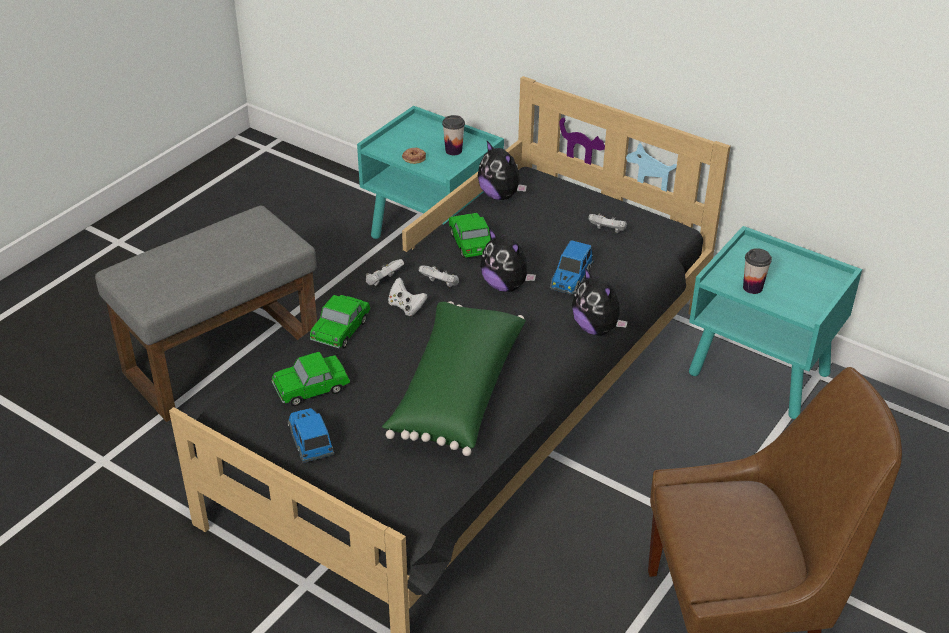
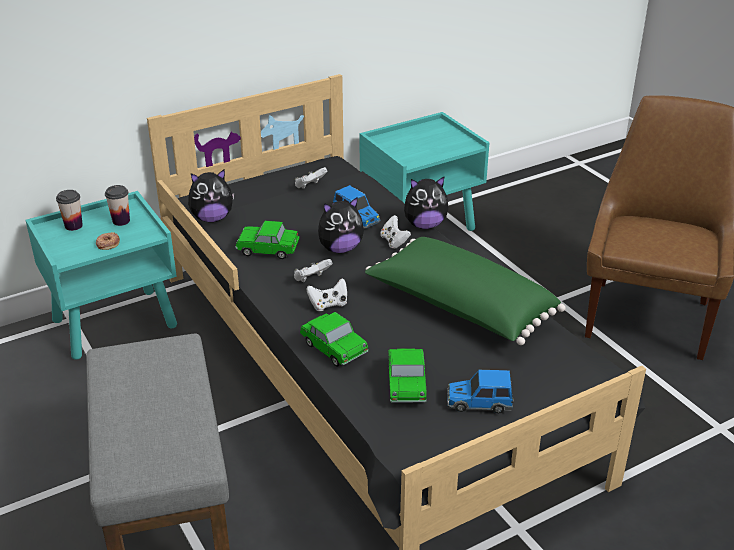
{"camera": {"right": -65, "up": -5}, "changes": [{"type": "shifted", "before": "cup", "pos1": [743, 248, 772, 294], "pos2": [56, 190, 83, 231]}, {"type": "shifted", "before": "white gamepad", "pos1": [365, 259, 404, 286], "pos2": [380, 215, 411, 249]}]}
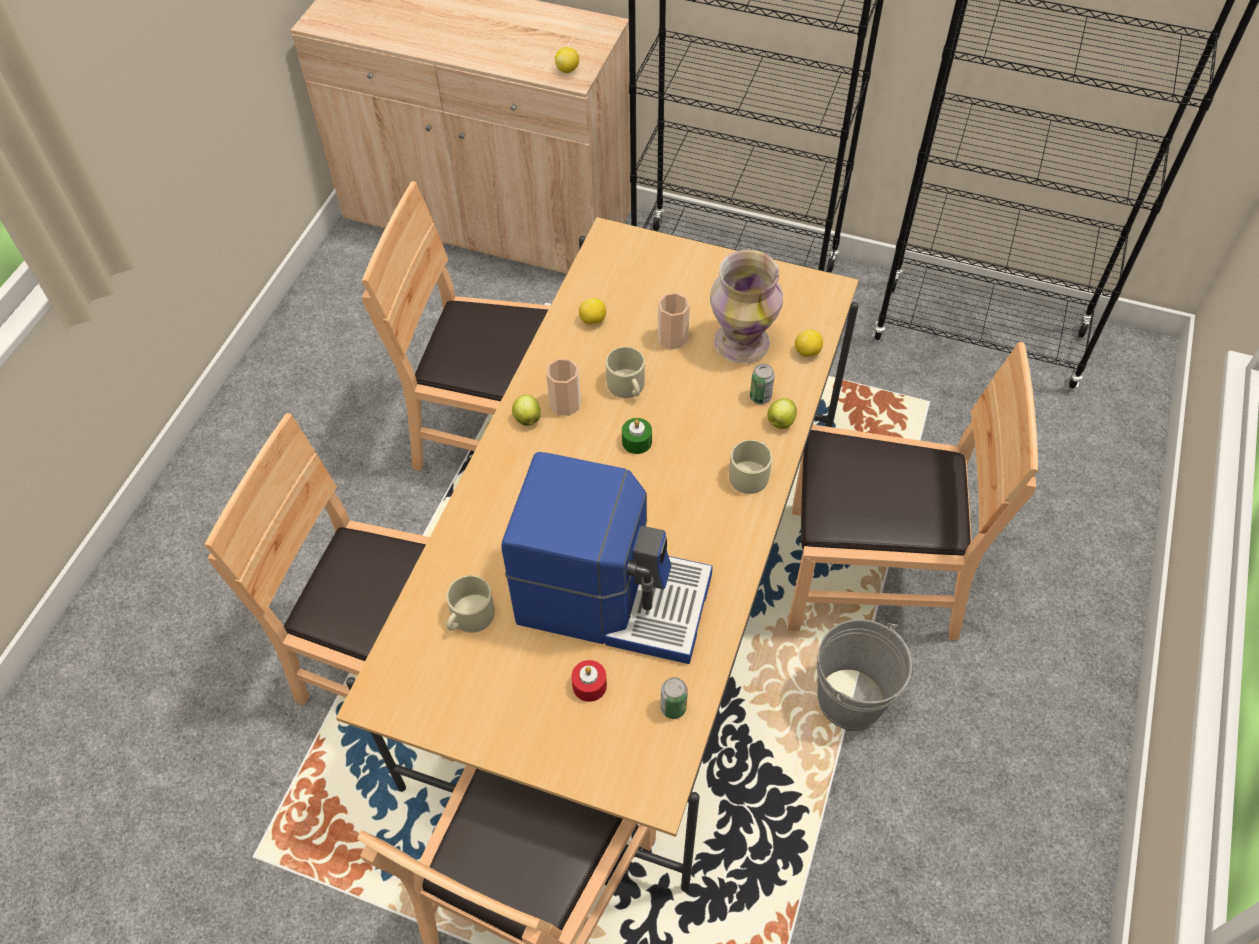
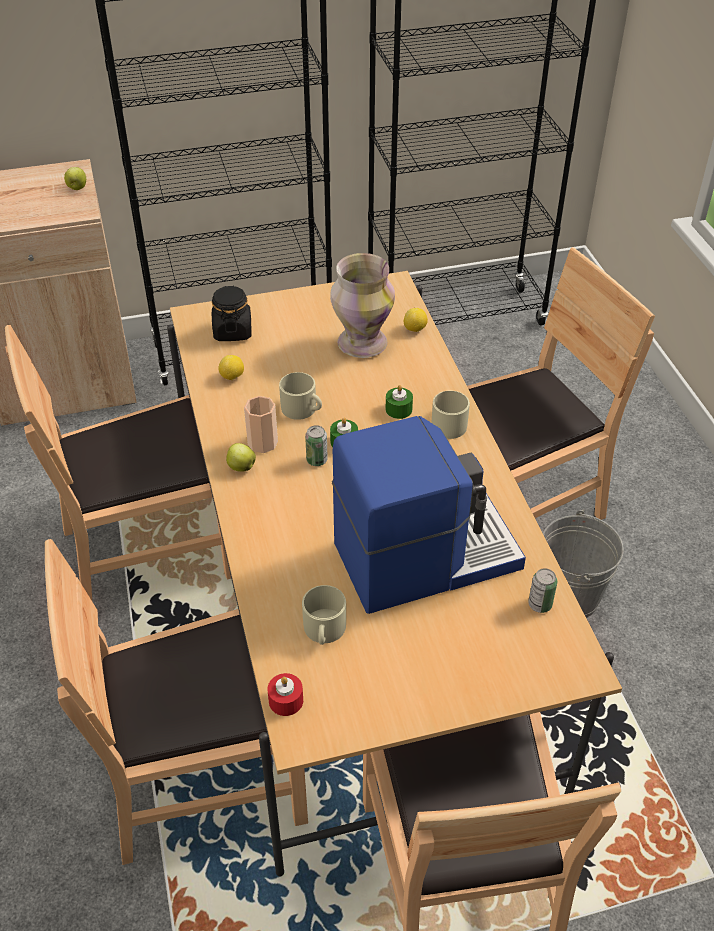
{"camera": {"right": -35, "up": -10}, "changes": [{"type": "gone", "before": "lemon", "pos1": [555, 47, 579, 73]}, {"type": "gone", "before": "cup", "pos1": [658, 292, 690, 350]}, {"type": "shifted", "before": "metal can", "pos1": [750, 364, 775, 404], "pos2": [305, 425, 328, 466]}, {"type": "shifted", "before": "apple fruit", "pos1": [767, 398, 797, 429], "pos2": [64, 167, 86, 190]}, {"type": "shifted", "before": "reddish wax candle", "pos1": [571, 660, 607, 702], "pos2": [268, 673, 303, 716]}, {"type": "new", "after": "blackish preserve jar", "pos2": [212, 285, 252, 341]}, {"type": "new", "after": "green-coloured wax candle", "pos2": [386, 385, 413, 419]}]}
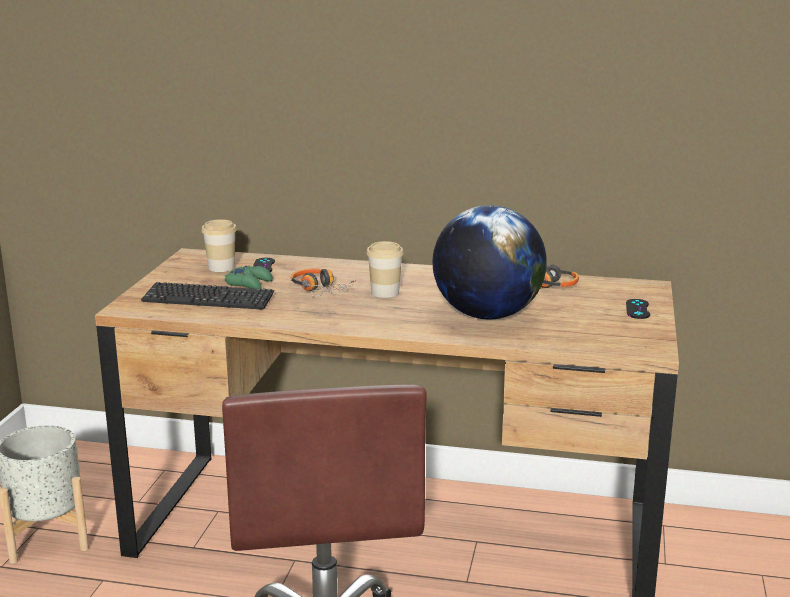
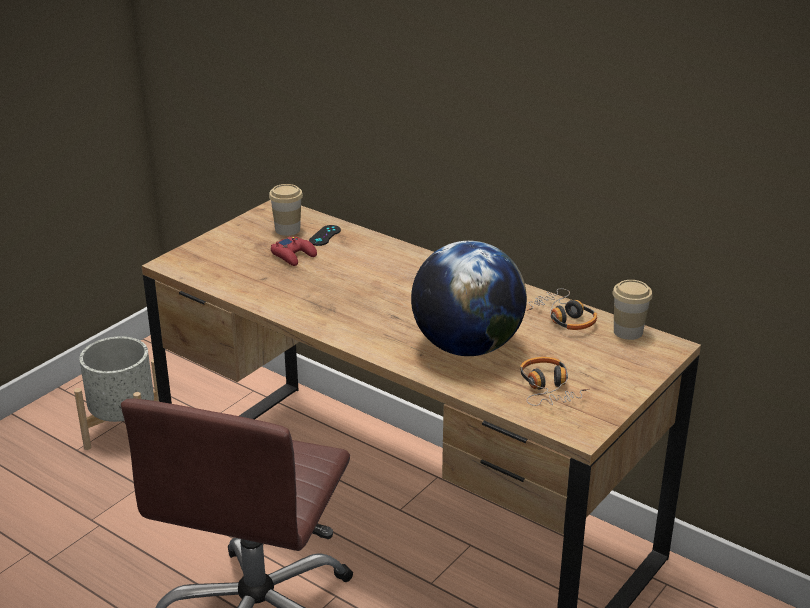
{"camera": {"right": 25, "up": 10}, "changes": [{"type": "shifted", "before": "cup", "pos1": [366, 241, 404, 298], "pos2": [612, 280, 652, 340]}, {"type": "repainted", "before": "green-coloured gamepad", "after": "reddish gamepad", "pos1": [224, 265, 273, 289], "pos2": [271, 237, 317, 266]}, {"type": "shifted", "before": "pair of headphones", "pos1": [290, 268, 356, 296], "pos2": [520, 357, 590, 406]}, {"type": "gone", "before": "computer keyboard", "pos1": [141, 282, 274, 310]}, {"type": "gone", "before": "blackish gamepad", "pos1": [626, 299, 650, 319]}]}
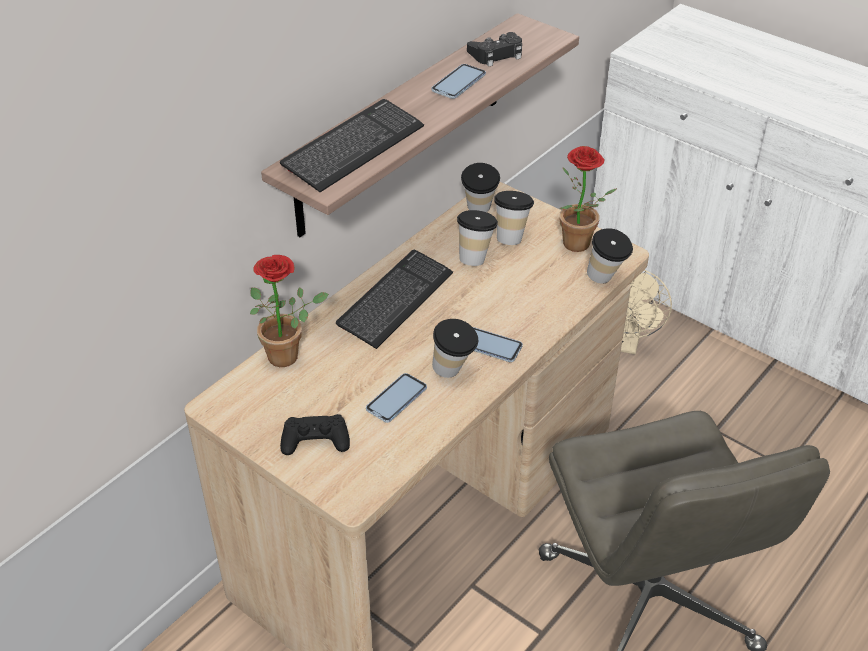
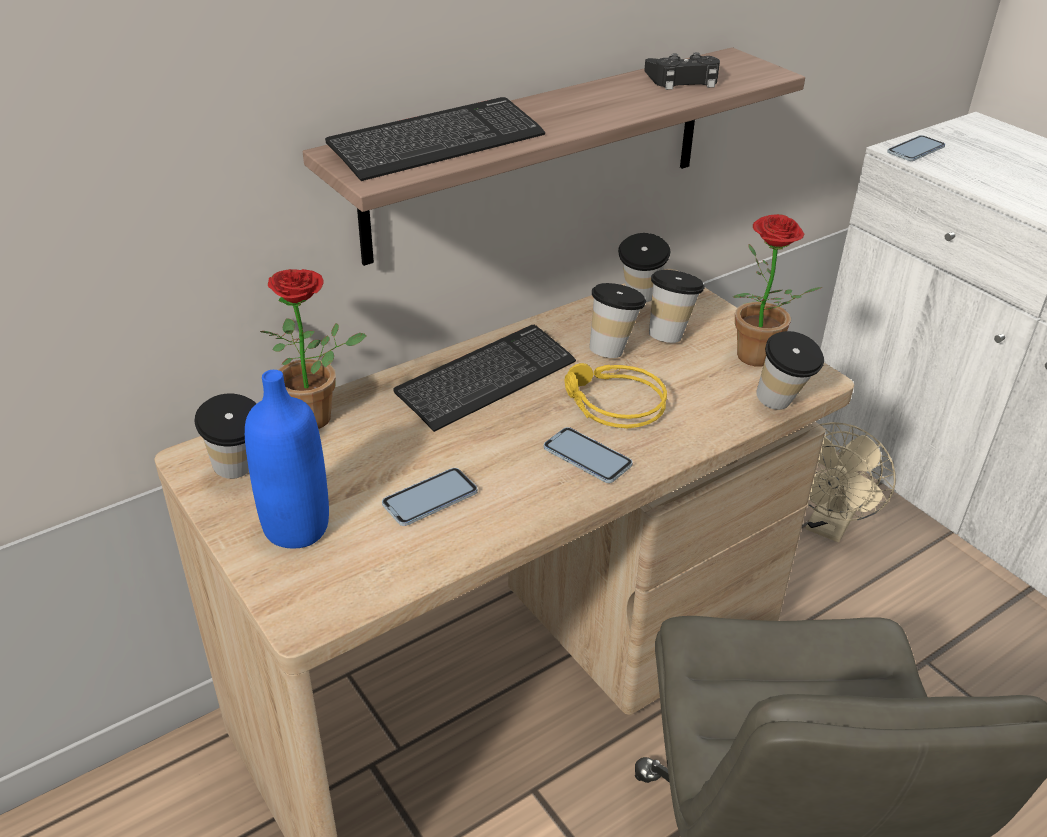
{"camera": {"right": 15, "up": -5}, "changes": [{"type": "shifted", "before": "telephone", "pos1": [431, 64, 486, 99], "pos2": [887, 135, 945, 161]}, {"type": "shifted", "before": "cup", "pos1": [432, 319, 478, 378], "pos2": [194, 393, 257, 479]}, {"type": "swapped", "before": "blackish gamepad", "after": "blue-coloured beverage bottle", "pos1": [280, 414, 350, 455], "pos2": [245, 370, 329, 549]}, {"type": "new", "after": "yellow pair of headphones", "pos2": [564, 363, 667, 428]}]}
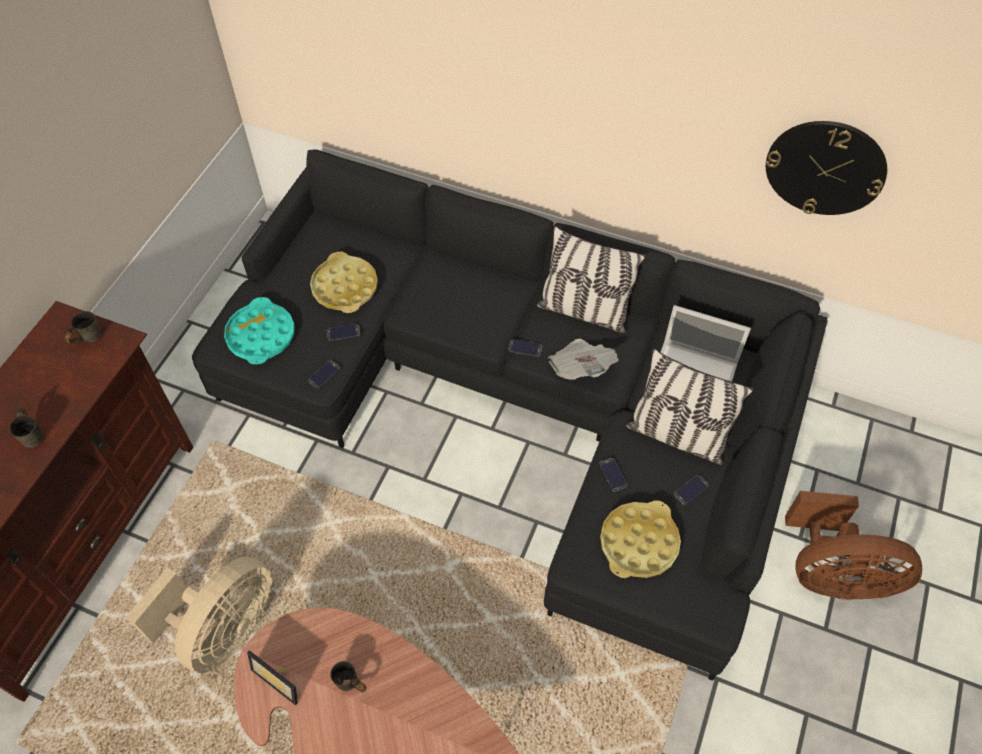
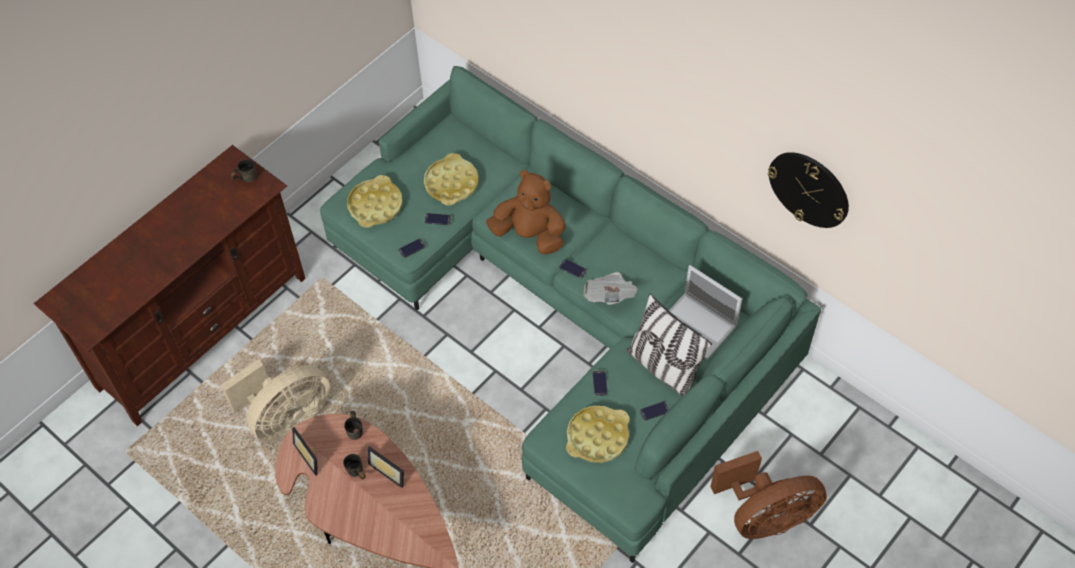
{"camera": {"right": 20, "up": 0}, "changes": [{"type": "repainted", "before": "blackish settee", "after": "green-coloured settee", "pos1": [192, 149, 828, 681], "pos2": [320, 66, 821, 563]}, {"type": "gone", "before": "pillow", "pos1": [537, 226, 646, 333]}, {"type": "repainted", "before": "turquoise tray", "after": "yellow tray", "pos1": [224, 297, 294, 364], "pos2": [347, 175, 402, 228]}, {"type": "shifted", "before": "grey coffee mug", "pos1": [10, 408, 43, 448], "pos2": [344, 411, 363, 440]}, {"type": "rotated", "before": "brown fan", "pos1": [785, 491, 922, 600], "pos2": [710, 451, 827, 539], "turn": -45}, {"type": "new", "after": "brown plush toy", "pos2": [486, 170, 566, 254]}, {"type": "new", "after": "picture frame", "pos2": [368, 446, 404, 488]}]}
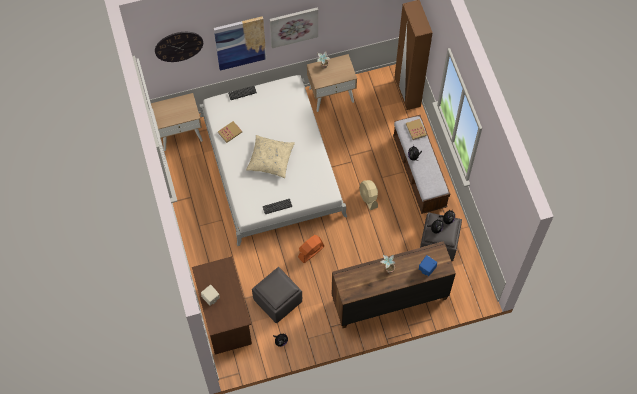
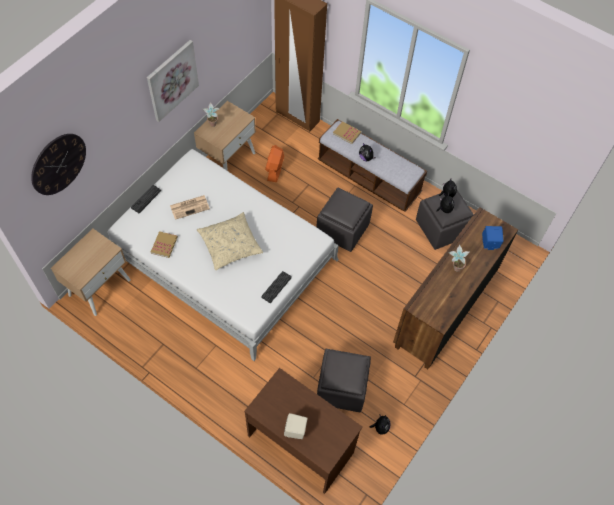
{"camera": {"right": -40, "up": -5}, "changes": [{"type": "gone", "before": "wall art", "pos1": [214, 16, 266, 71]}, {"type": "swapped", "before": "beige fan", "after": "grey footrest", "pos1": [359, 180, 378, 210], "pos2": [317, 188, 373, 252]}, {"type": "shifted", "before": "orange-coloured fan", "pos1": [298, 235, 324, 263], "pos2": [265, 145, 284, 182]}, {"type": "new", "after": "daily paper", "pos2": [170, 195, 210, 220]}]}
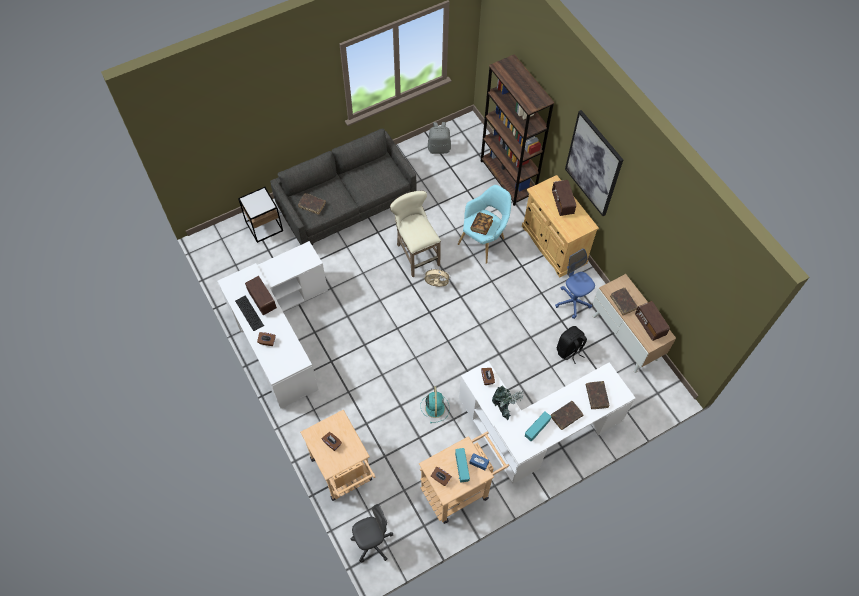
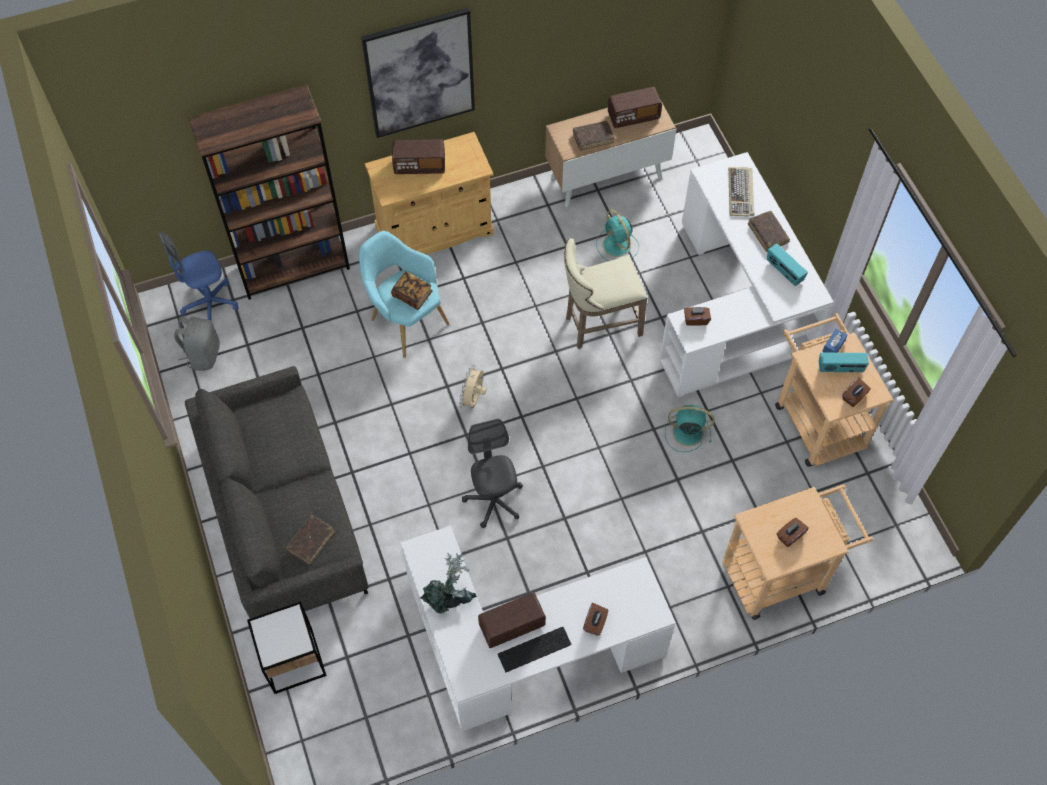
{"camera": {"right": -80, "up": 0}, "changes": [{"type": "shifted", "before": "beige stool", "pos1": [390, 191, 441, 277], "pos2": [564, 238, 648, 349]}, {"type": "shifted", "before": "blue-coloured desk chair", "pos1": [555, 248, 595, 319], "pos2": [159, 232, 239, 320]}, {"type": "swapped", "before": "blackish backpack", "after": "turquoise fan", "pos1": [557, 326, 587, 364], "pos2": [596, 209, 639, 261]}, {"type": "swapped", "before": "brown book", "after": "computer keyboard", "pos1": [586, 381, 609, 409], "pos2": [728, 167, 754, 216]}, {"type": "shifted", "before": "houseplant", "pos1": [492, 385, 524, 420], "pos2": [420, 553, 477, 614]}, {"type": "shifted", "before": "grey desk chair", "pos1": [351, 504, 394, 563], "pos2": [462, 419, 523, 528]}]}
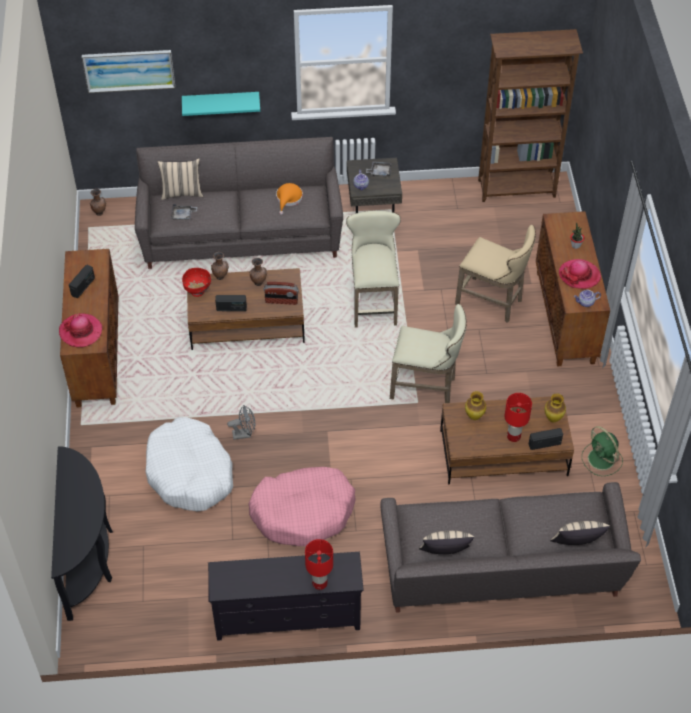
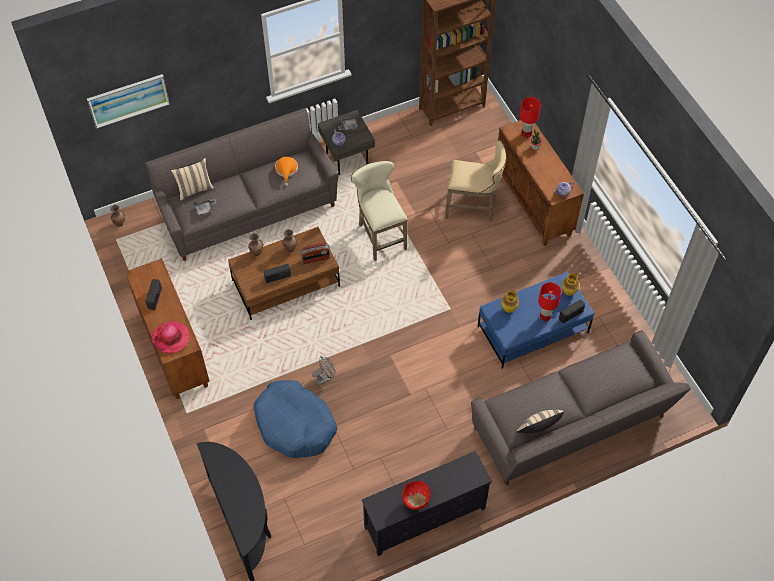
{"camera": {"right": -20, "up": 5}, "changes": [{"type": "gone", "before": "turquoise bracket shelf", "pos1": [182, 92, 260, 116]}, {"type": "gone", "before": "clothing hat", "pos1": [559, 259, 601, 289]}, {"type": "shifted", "before": "reddish deep dish", "pos1": [182, 268, 211, 297], "pos2": [402, 481, 431, 510]}, {"type": "gone", "before": "beige stool", "pos1": [390, 304, 467, 403]}, {"type": "repainted", "before": "brown lounge table", "after": "blue-coloured lounge table", "pos1": [440, 396, 574, 484], "pos2": [477, 272, 594, 369]}, {"type": "repainted", "before": "white dog bed", "after": "blue-coloured dog bed", "pos1": [146, 417, 233, 511], "pos2": [254, 380, 337, 458]}, {"type": "gone", "before": "green-coloured fan", "pos1": [582, 426, 623, 476]}, {"type": "gone", "before": "pink dog bed", "pos1": [249, 467, 356, 546]}, {"type": "gone", "before": "beige pillow", "pos1": [550, 521, 610, 545]}, {"type": "shifted", "before": "reddish tabletop lamp", "pos1": [305, 539, 333, 590], "pos2": [520, 97, 541, 138]}]}
